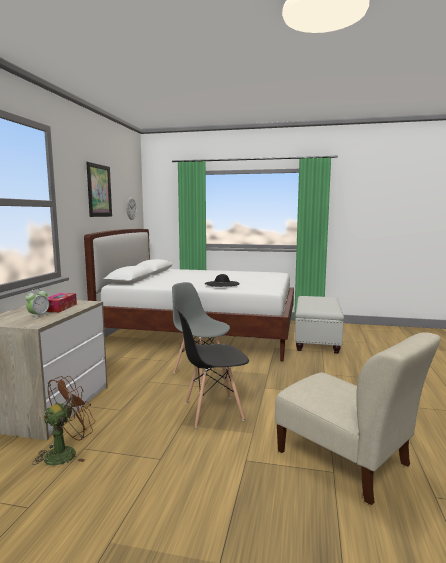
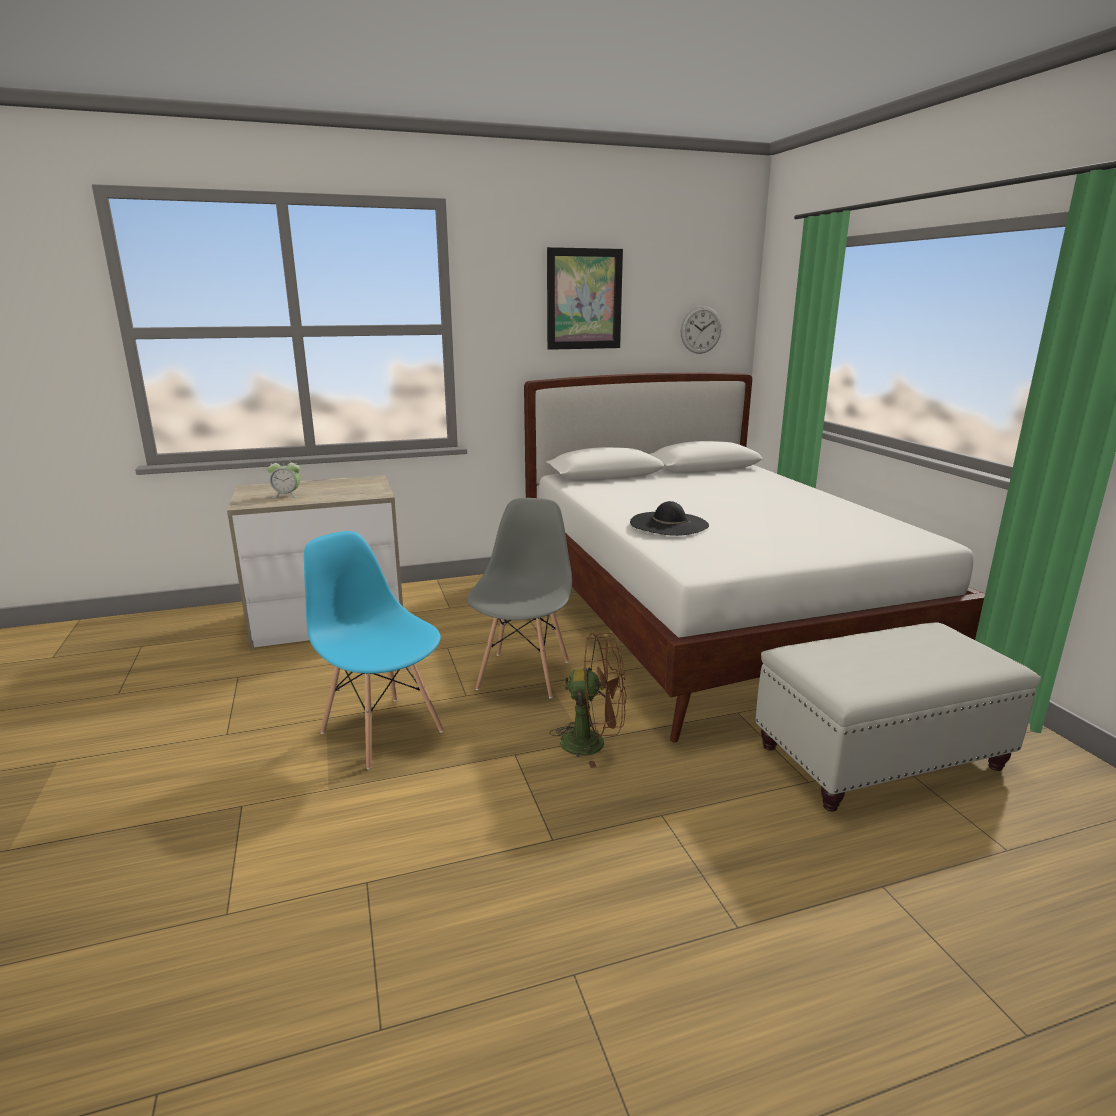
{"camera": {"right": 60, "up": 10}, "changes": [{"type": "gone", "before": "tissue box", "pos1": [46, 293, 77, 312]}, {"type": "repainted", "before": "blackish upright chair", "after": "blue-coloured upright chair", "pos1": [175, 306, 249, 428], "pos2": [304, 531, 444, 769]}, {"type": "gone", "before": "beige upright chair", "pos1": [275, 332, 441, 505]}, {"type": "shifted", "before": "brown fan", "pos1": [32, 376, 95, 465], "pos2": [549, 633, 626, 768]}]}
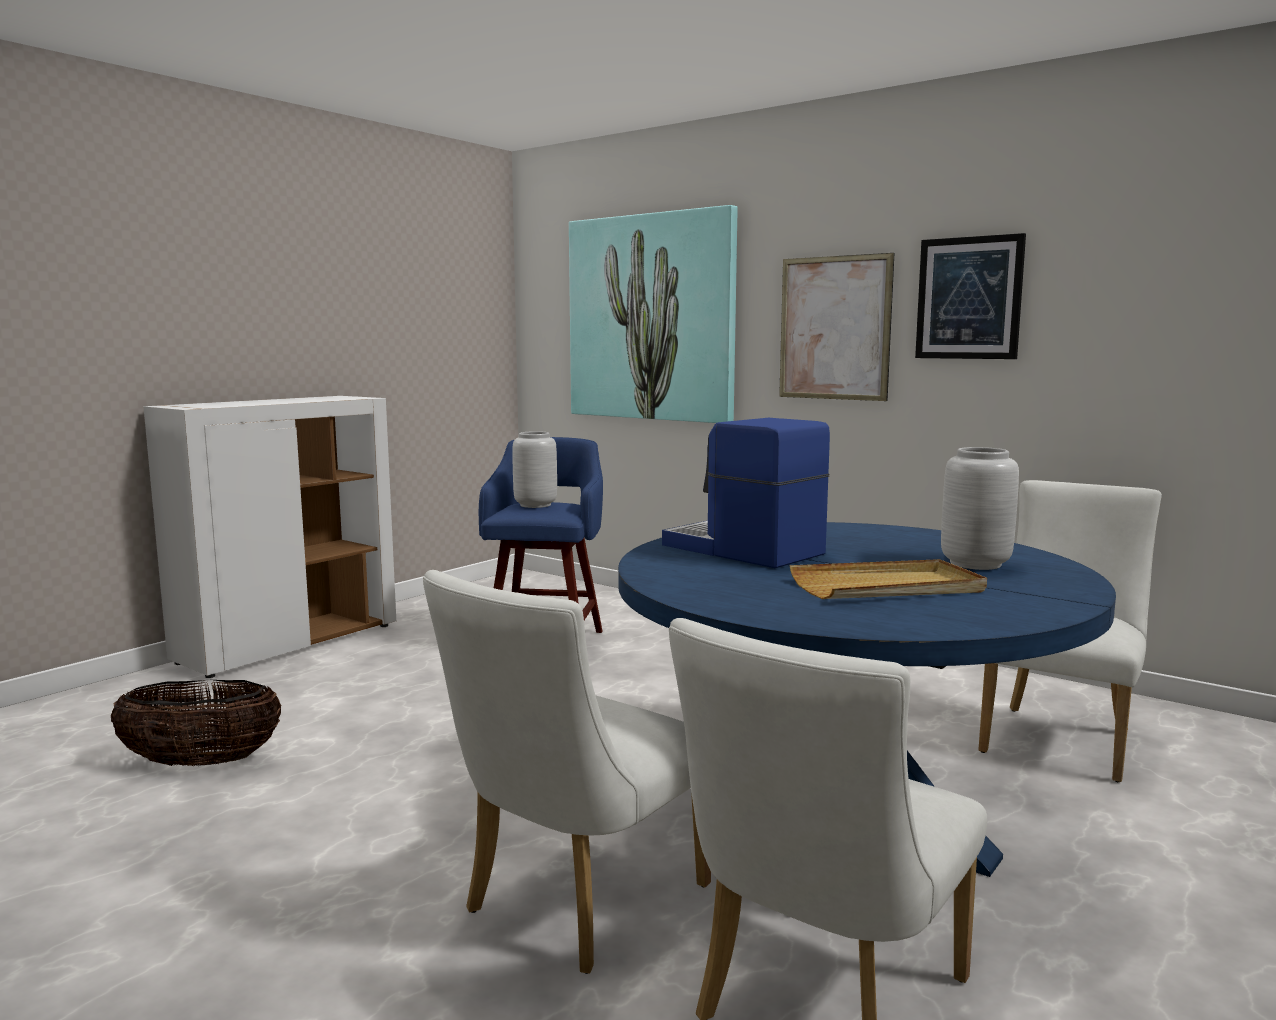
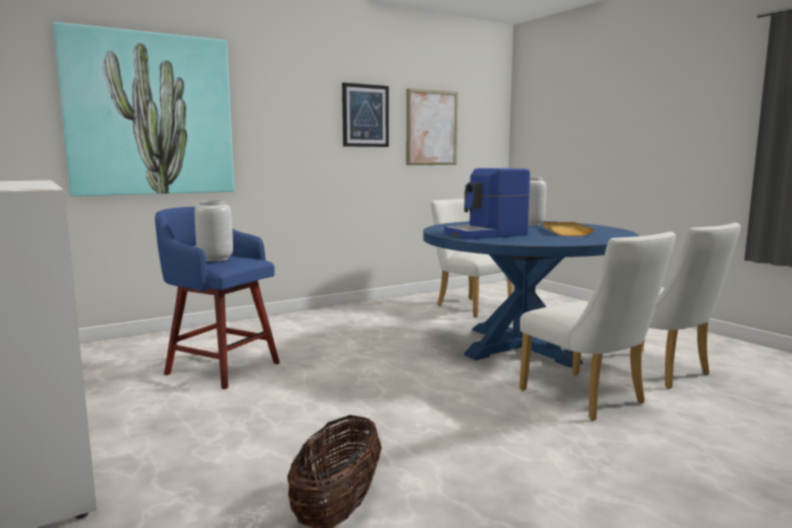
{"camera": {"right": -70, "up": 0}, "changes": [{"type": "shifted", "before": "wall art", "pos1": [779, 253, 894, 401], "pos2": [407, 88, 458, 165]}]}
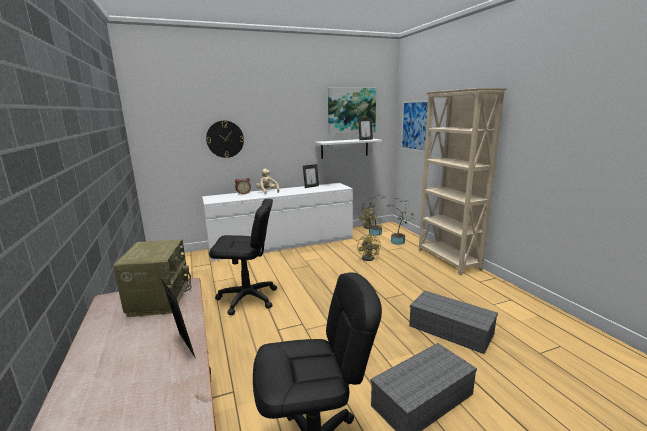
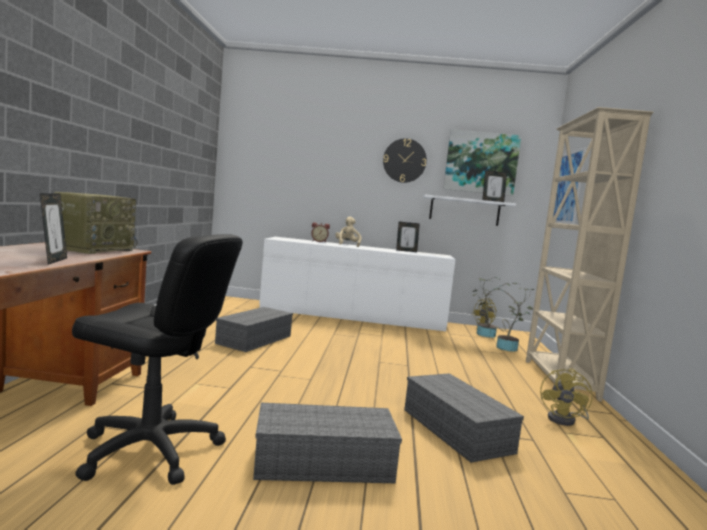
{"camera": {"right": 25, "up": -10}, "changes": [{"type": "shifted", "before": "wall clock", "pos1": [206, 121, 244, 158], "pos2": [383, 138, 427, 183]}, {"type": "swapped", "before": "blackish desk chair", "after": "grey storage bin", "pos1": [209, 199, 277, 315], "pos2": [215, 307, 293, 352]}, {"type": "shifted", "before": "yellow fan", "pos1": [357, 234, 381, 261], "pos2": [540, 368, 593, 426]}]}
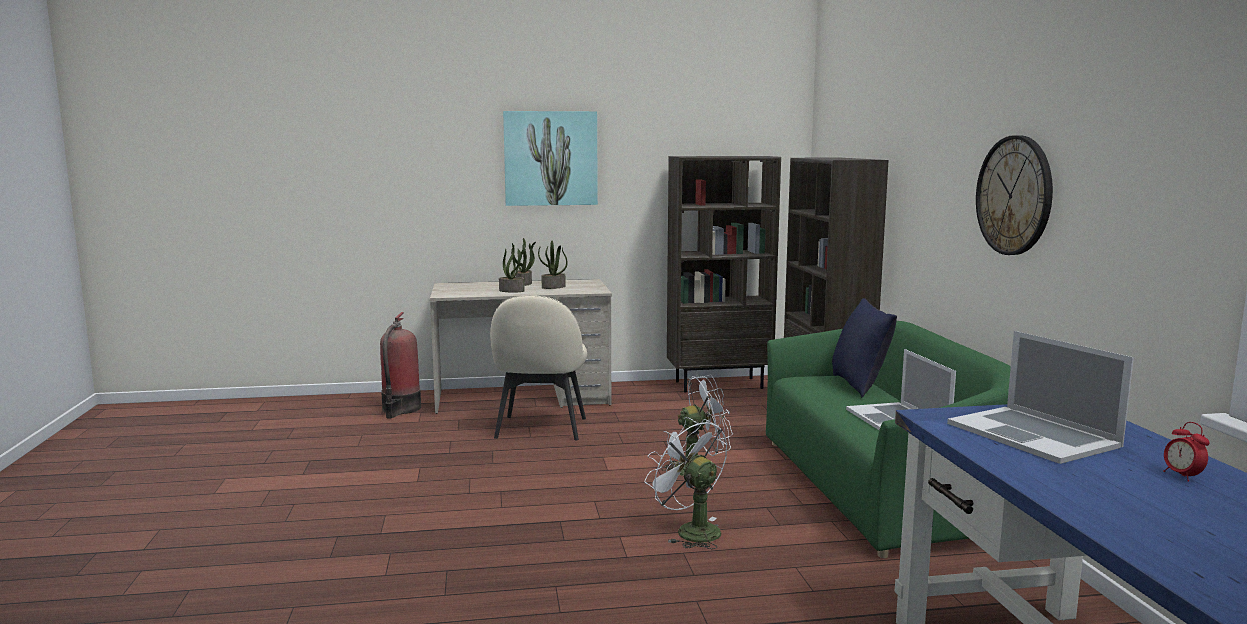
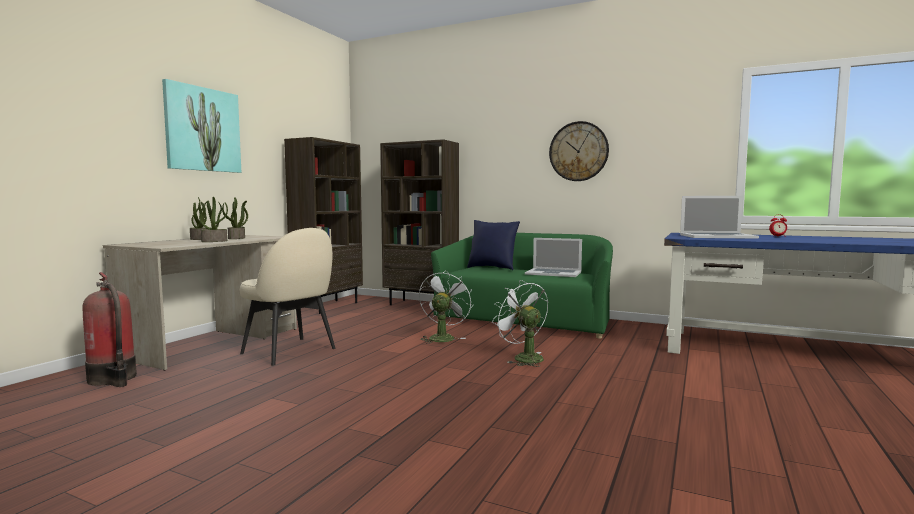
{"camera": {"right": -55, "up": -5}, "changes": [{"type": "rotated", "before": "white fan", "pos1": [644, 417, 728, 549], "pos2": [492, 280, 549, 367], "turn": 60}]}
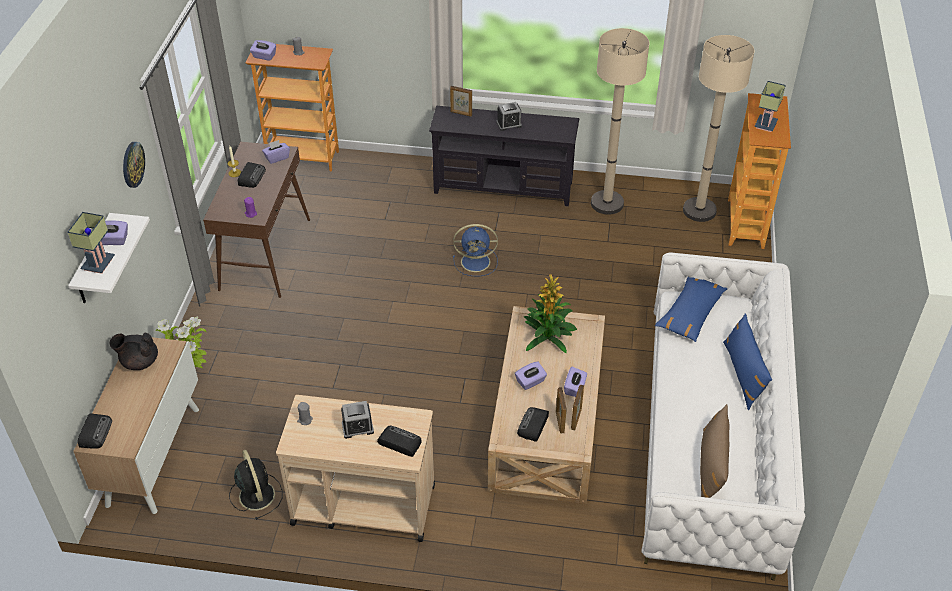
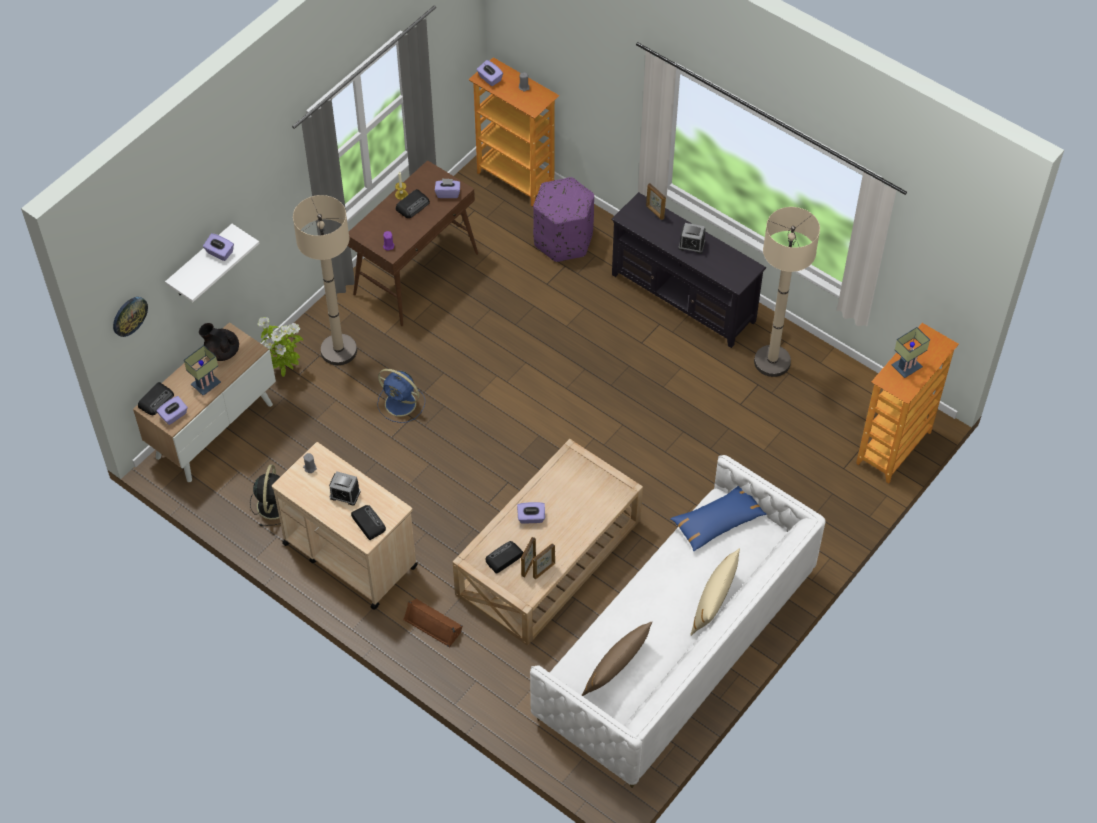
{"camera": {"right": 30, "up": 10}, "changes": [{"type": "shifted", "before": "beige floor lamp", "pos1": [683, 35, 754, 222], "pos2": [293, 195, 357, 365]}, {"type": "shifted", "before": "wall clock", "pos1": [123, 142, 145, 188], "pos2": [113, 297, 148, 337]}, {"type": "shifted", "before": "tabletop lamp", "pos1": [68, 212, 115, 274], "pos2": [184, 345, 221, 396]}, {"type": "shifted", "before": "blue-coloured fan", "pos1": [453, 224, 498, 276], "pos2": [377, 369, 425, 423]}, {"type": "gone", "before": "houseplant", "pos1": [524, 275, 577, 353]}, {"type": "repainted", "before": "blue-coloured pillow", "after": "beige pillow", "pos1": [723, 313, 772, 410], "pos2": [690, 548, 740, 636]}, {"type": "shifted", "before": "purple-coloured tissue box", "pos1": [564, 367, 587, 397], "pos2": [157, 396, 188, 425]}, {"type": "new", "after": "purple-coloured footrest", "pos2": [533, 177, 594, 262]}, {"type": "new", "after": "brown loudspeaker", "pos2": [403, 598, 463, 648]}]}
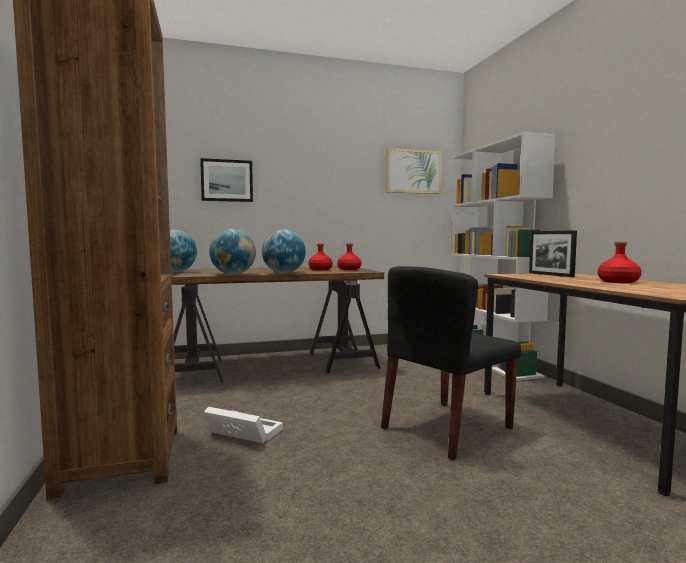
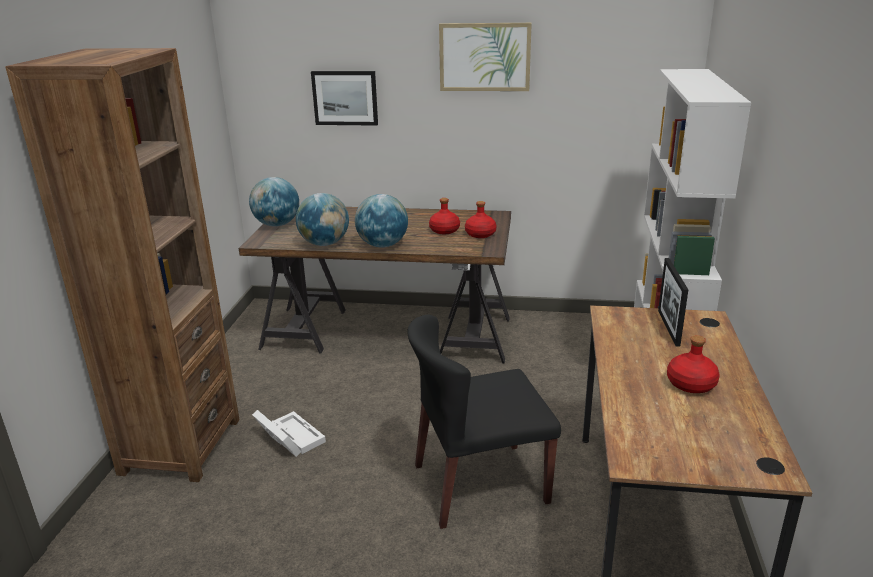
{"camera": {"right": 25, "up": 20}, "changes": [{"type": "shifted", "before": "wall art", "pos1": [386, 148, 442, 194], "pos2": [439, 23, 532, 91]}]}
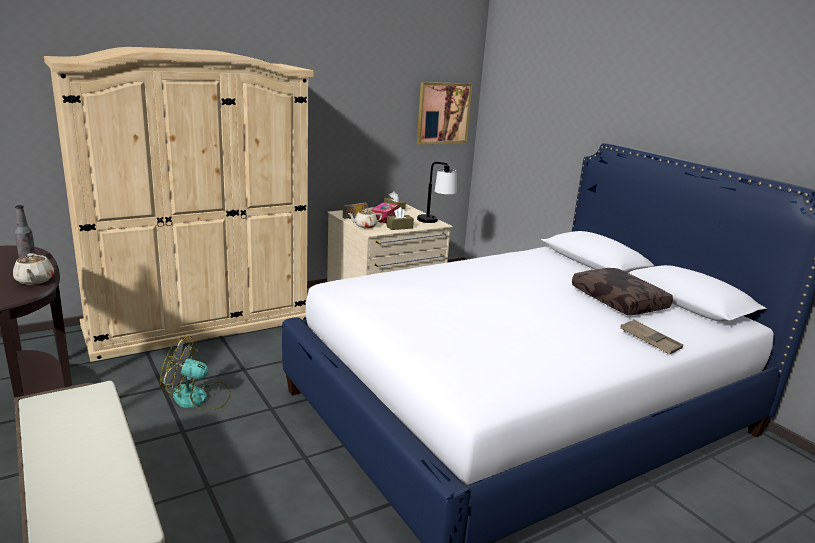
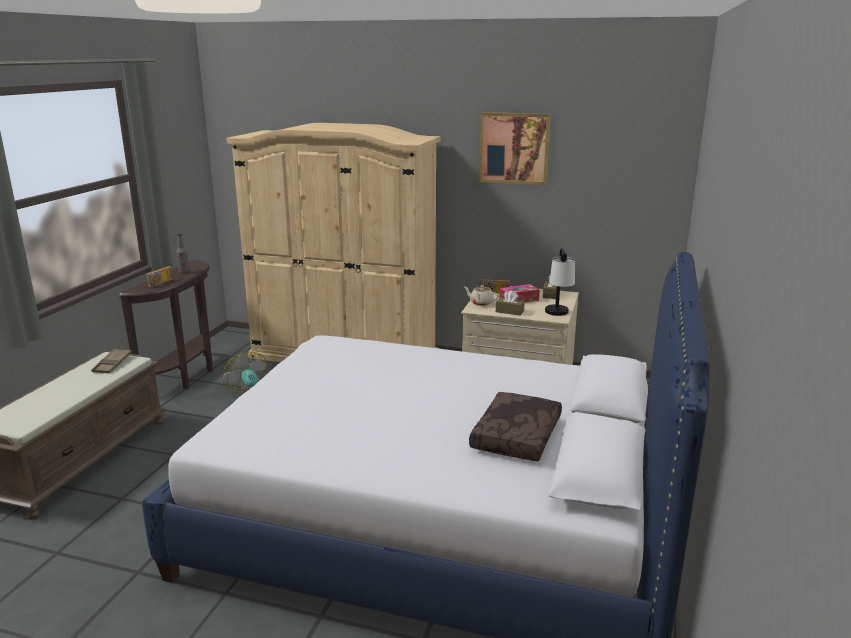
{"camera": {"right": 50, "up": 0}, "changes": [{"type": "shifted", "before": "wall art", "pos1": [417, 82, 472, 145], "pos2": [479, 112, 551, 185]}, {"type": "swapped", "before": "beige tea pot", "after": "radio set", "pos1": [13, 253, 54, 285], "pos2": [146, 266, 173, 288]}, {"type": "shifted", "before": "brown tray", "pos1": [620, 319, 683, 354], "pos2": [92, 349, 132, 373]}]}
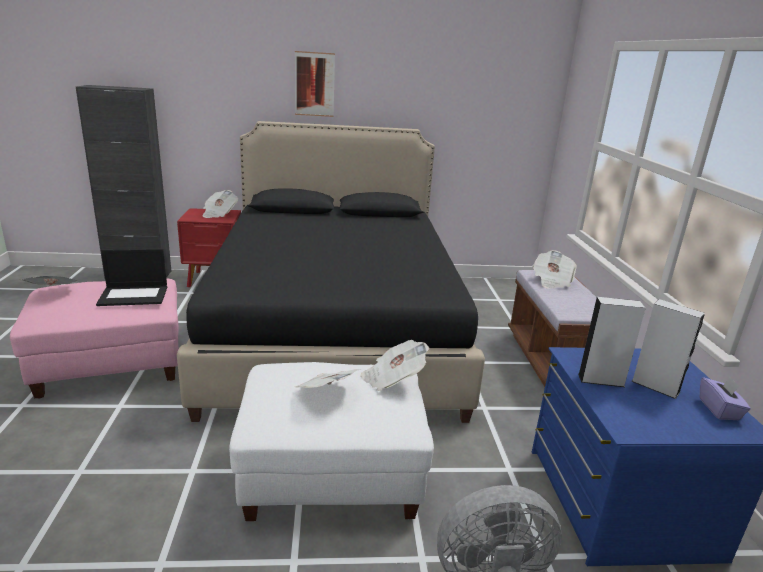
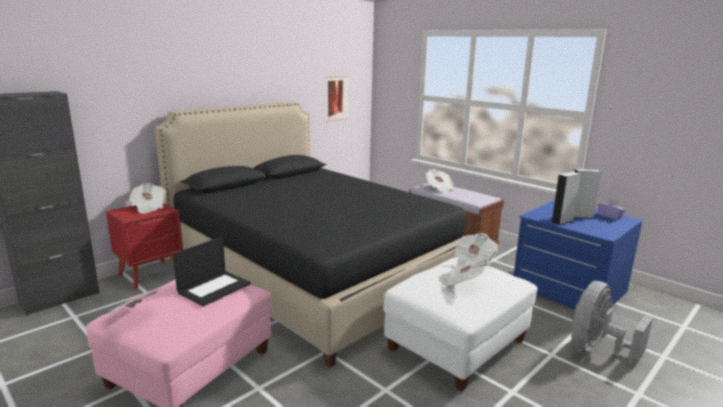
{"camera": {"right": -40, "up": -5}, "changes": [{"type": "shifted", "before": "wall art", "pos1": [295, 51, 335, 117], "pos2": [327, 76, 348, 122]}]}
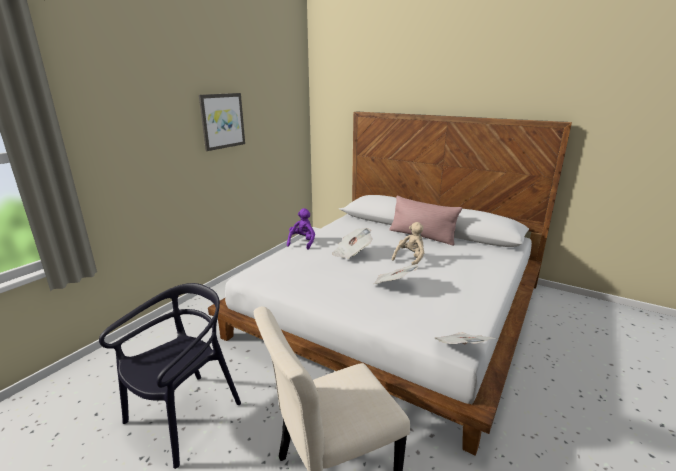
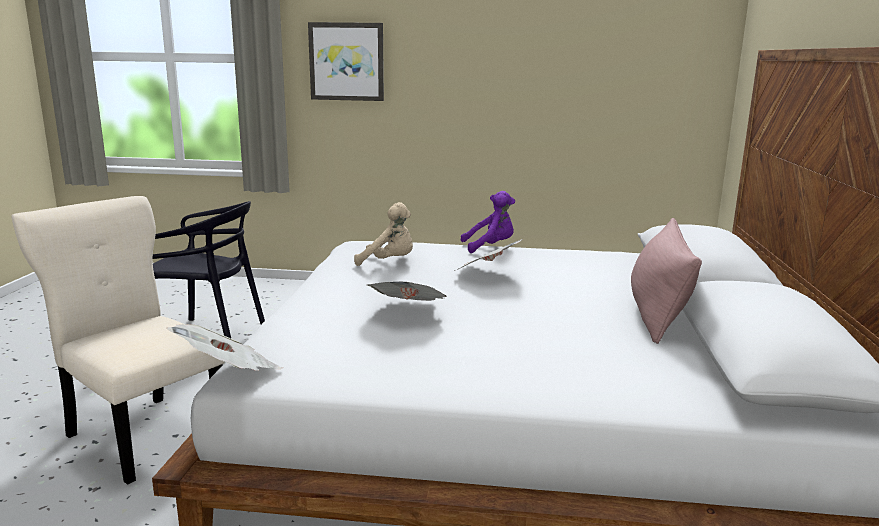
{"camera": {"right": 65, "up": -5}, "changes": [{"type": "shifted", "before": "wall art", "pos1": [199, 93, 245, 151], "pos2": [308, 22, 384, 101]}, {"type": "shifted", "before": "beige plush toy", "pos1": [392, 222, 424, 265], "pos2": [354, 202, 413, 266]}]}
